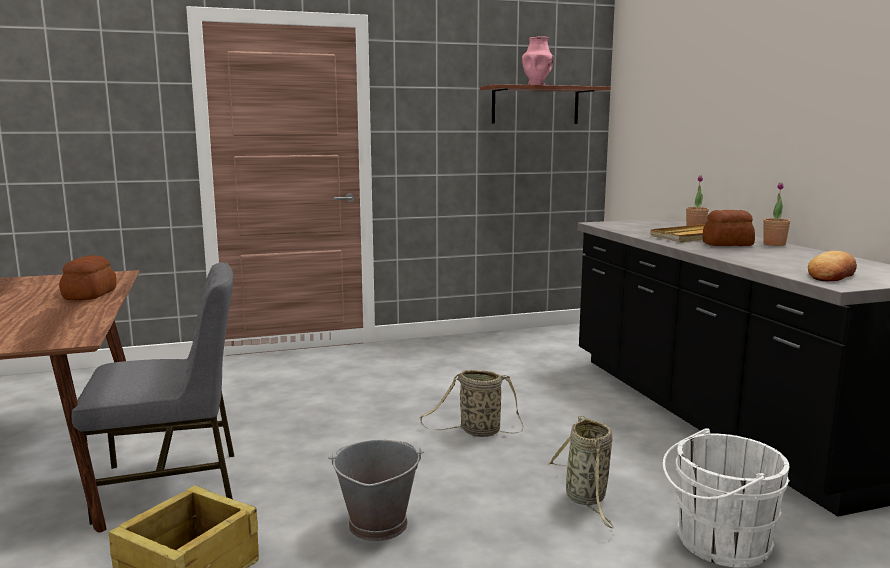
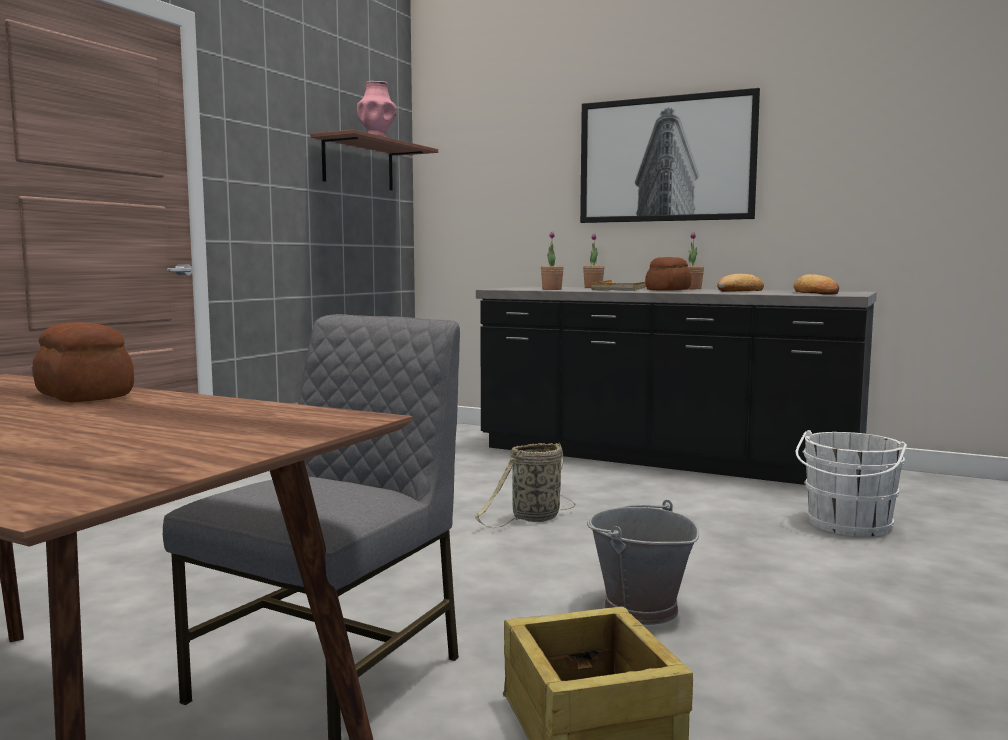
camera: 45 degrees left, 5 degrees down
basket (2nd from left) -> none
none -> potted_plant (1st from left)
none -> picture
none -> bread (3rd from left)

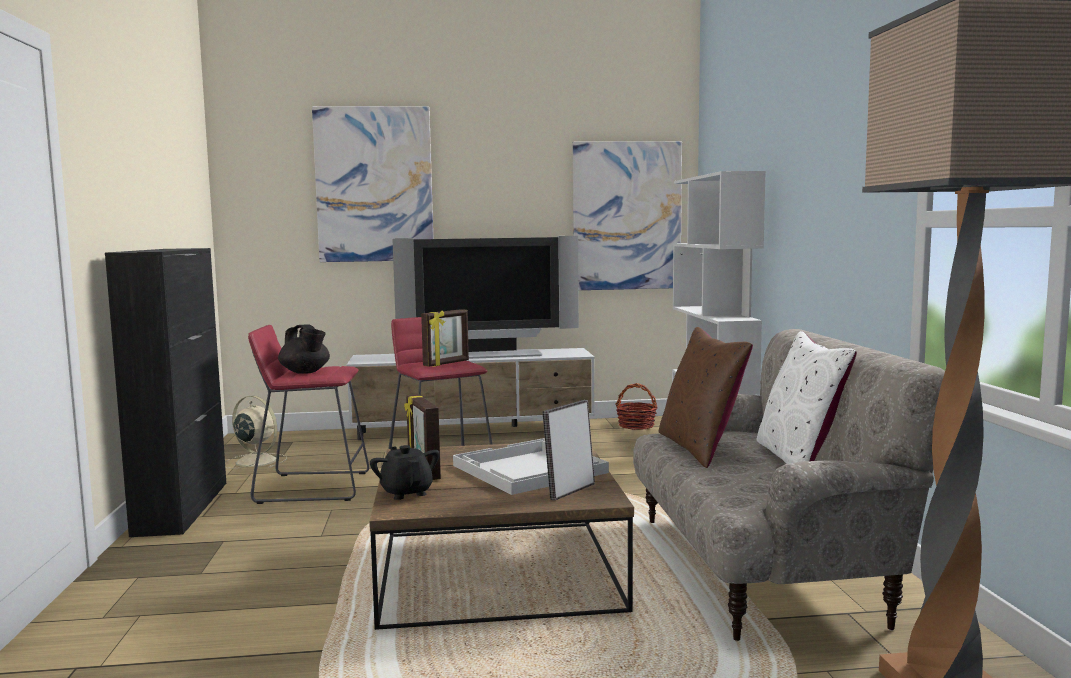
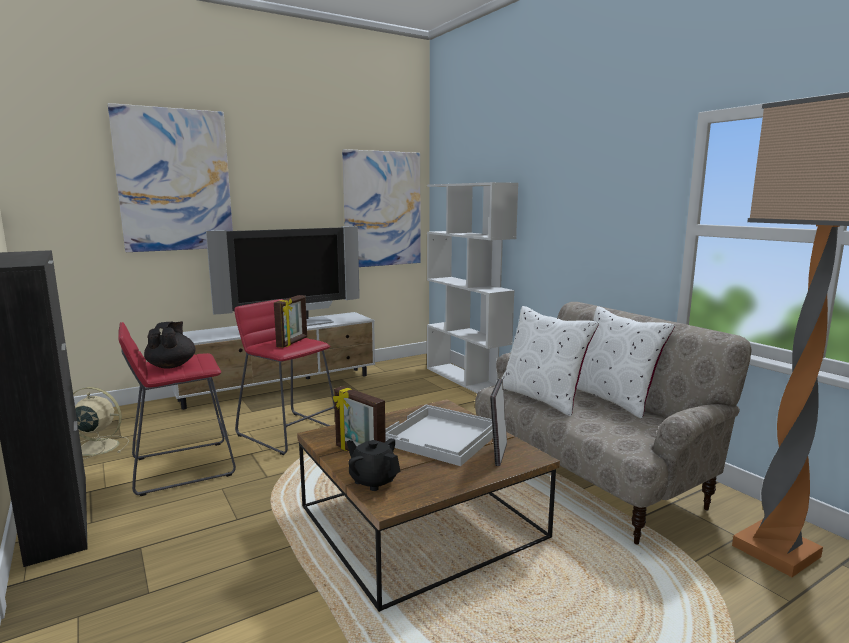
camera: 25 degrees left, 5 degrees up
basket -> none
brown_pillow -> white_pillow (1st from left)
black_teapot (1st from left), 120 degrees counterclockwise

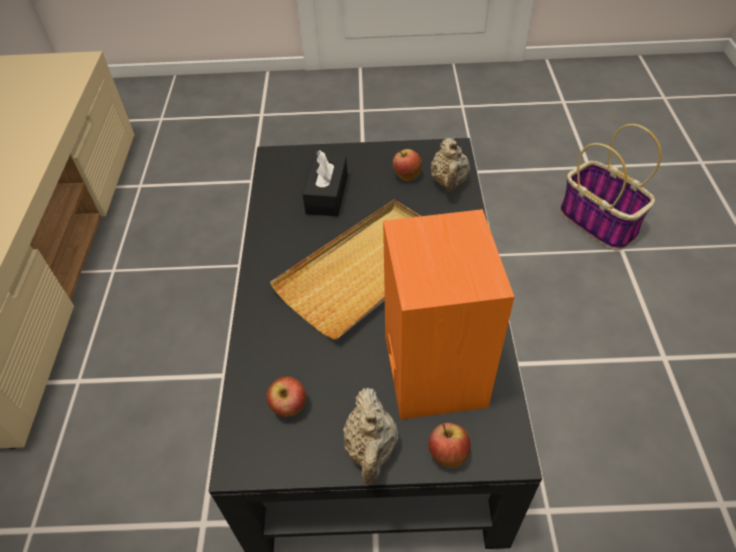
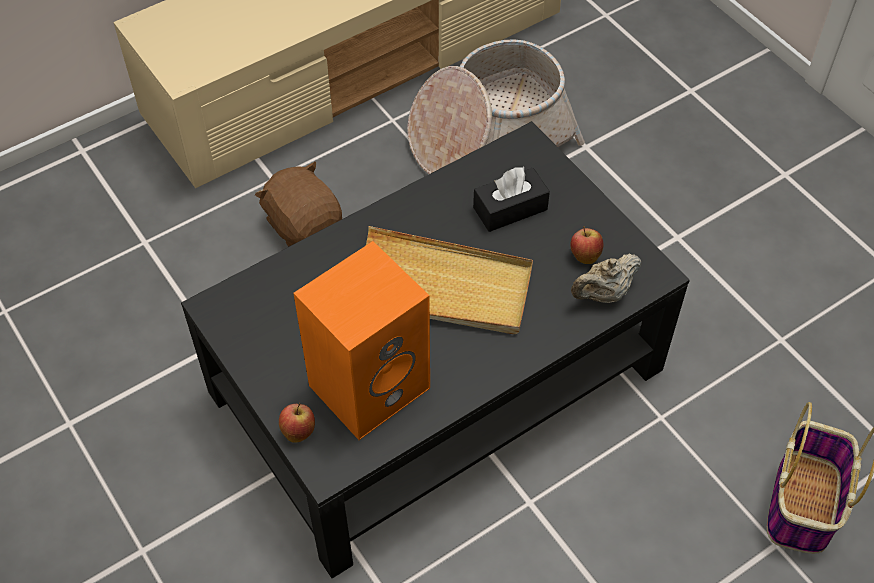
camera: 55 degrees right, 5 degrees up
apple (1st from left) -> none
beige_teapot (1st from left) -> none
none -> brown_plush_toy
none -> basket (1st from left)

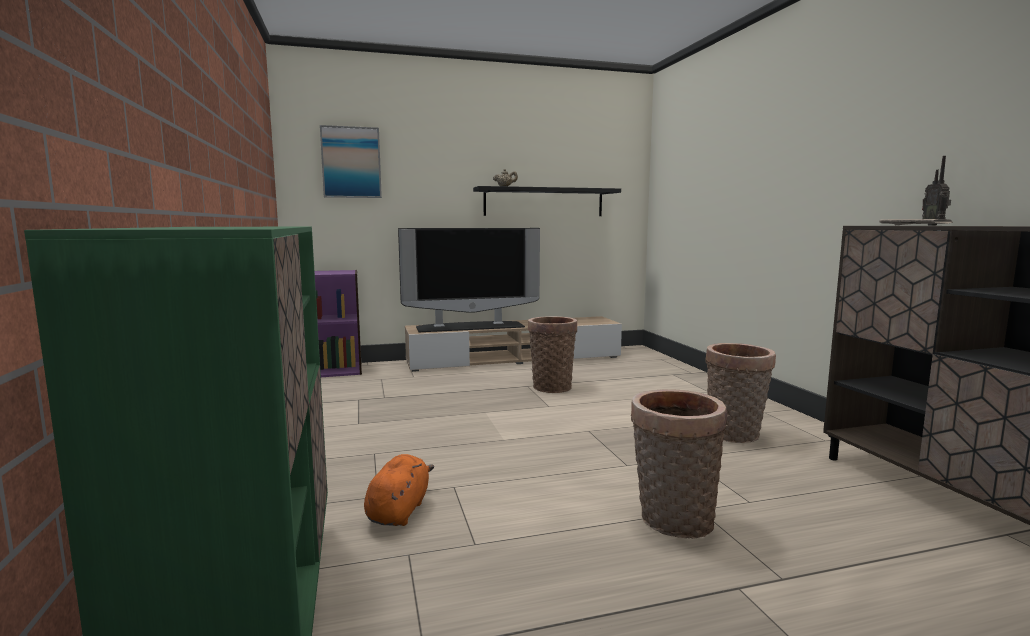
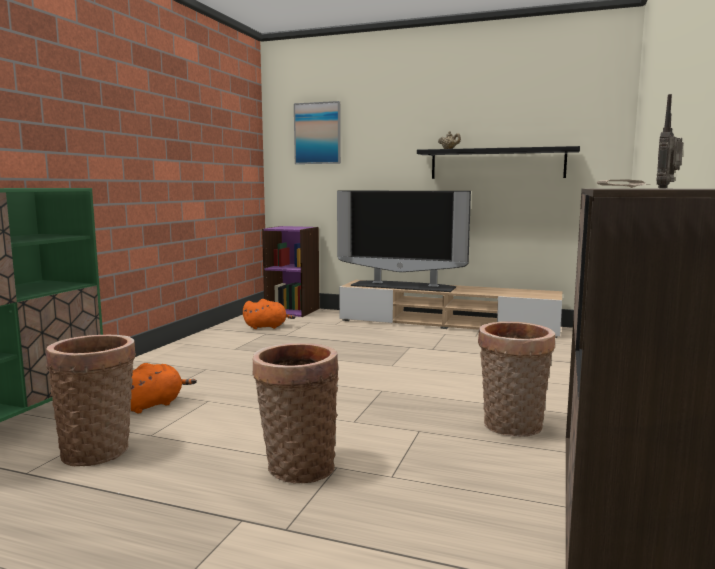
camera: 35 degrees right, 0 degrees up
none -> orange_plush_toy (2nd from left)
basket (1st from left), moved

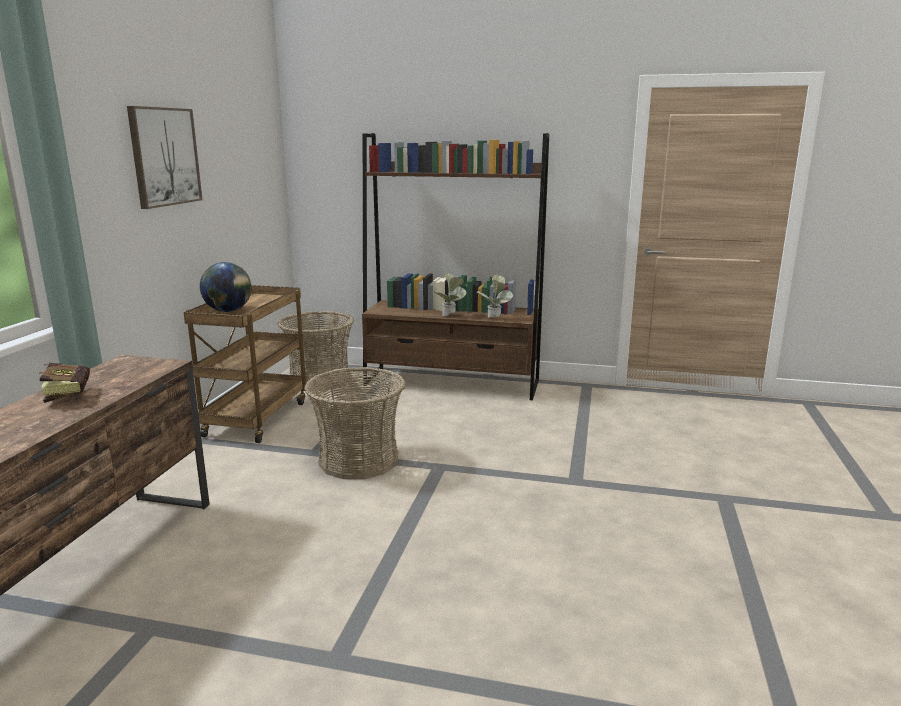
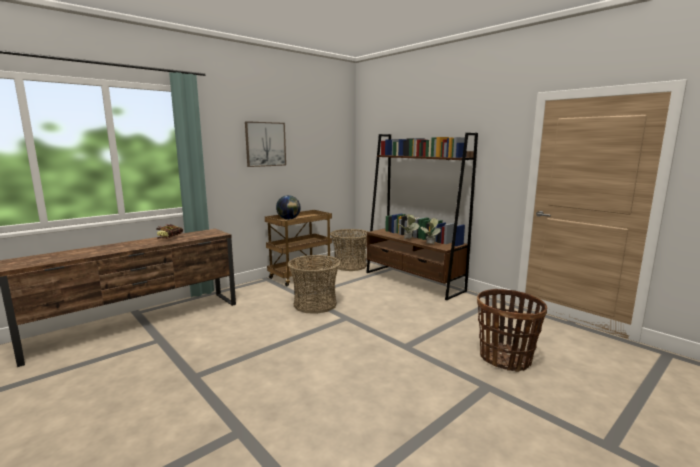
camera: 35 degrees right, 5 degrees down
none -> basket (3rd from left)

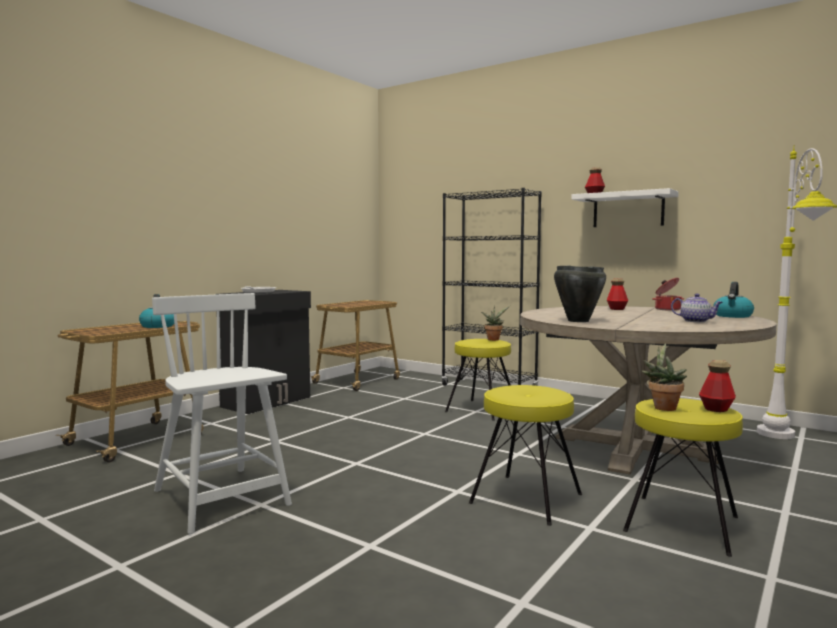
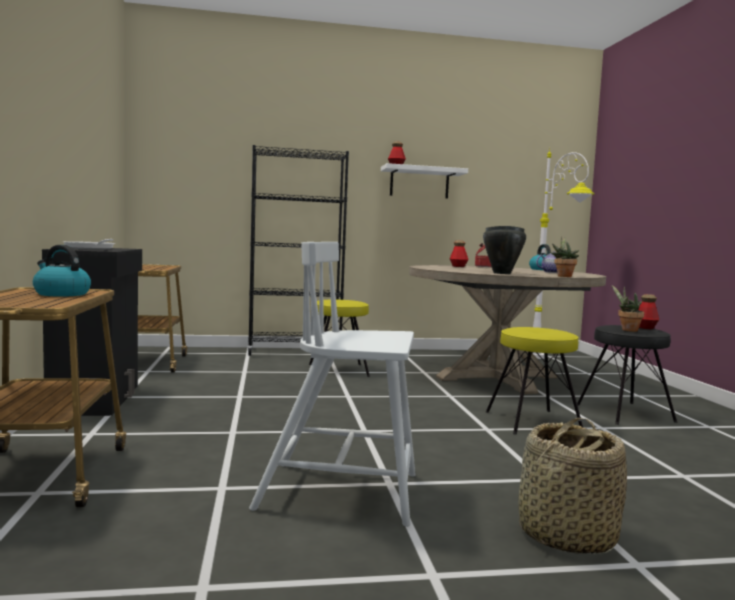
camera: 45 degrees left, 0 degrees up
none -> basket
potted_plant (1st from left), moved
yellow_stool (3rd from left) -> black_stool

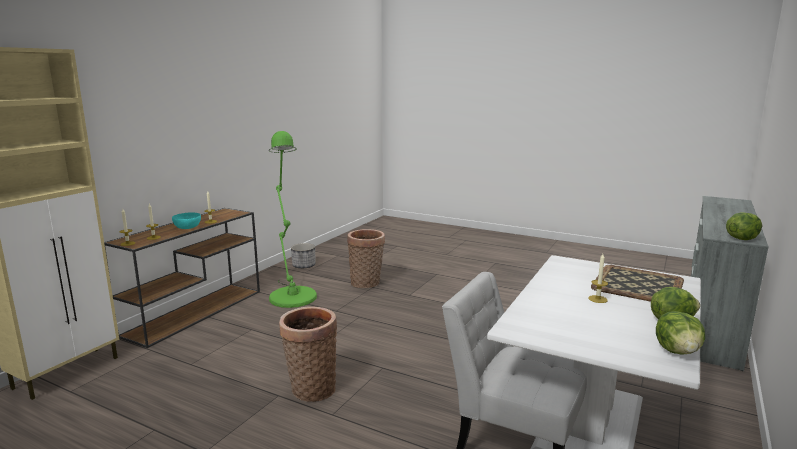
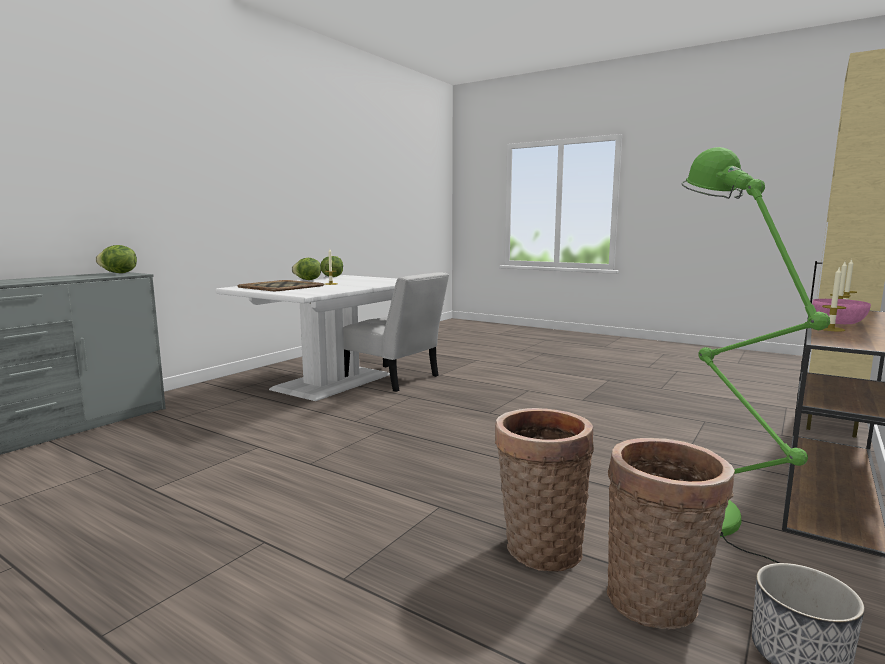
camera: 175 degrees left, 5 degrees down
basket (1st from left in the first image) -> basket (2nd from left), moved
turquoise_bowl -> pink_bowl

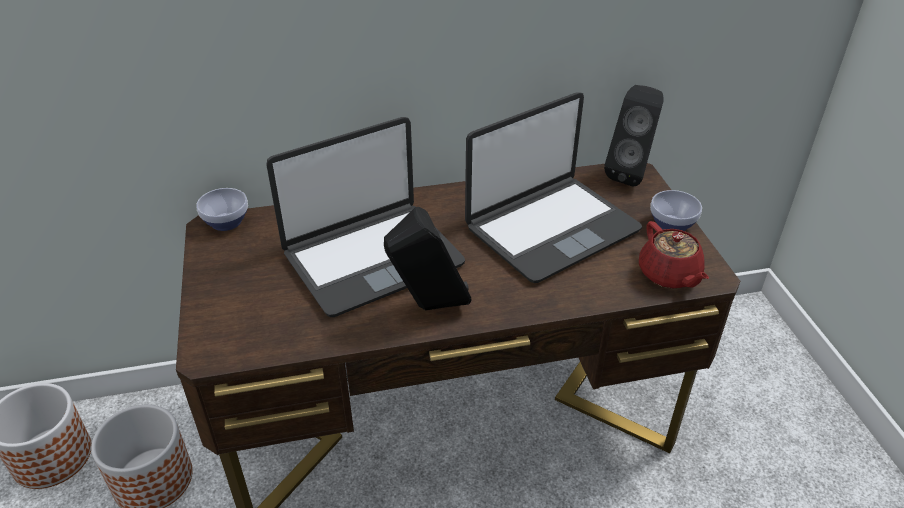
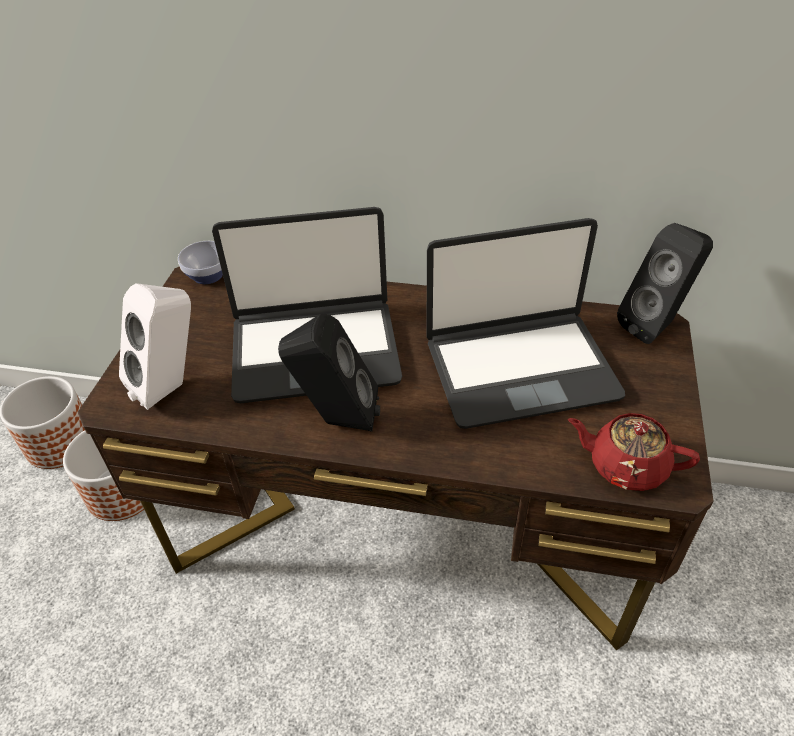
camera: 25 degrees right, 5 degrees up
bowl (2nd from left) -> none
none -> white_speaker
red_teapot, 105 degrees clockwise

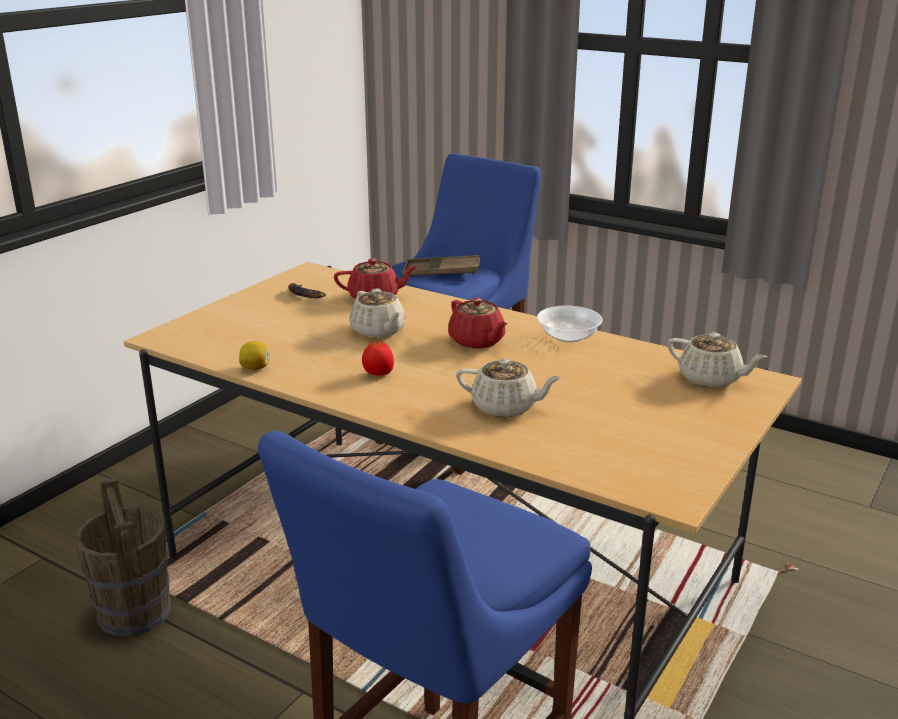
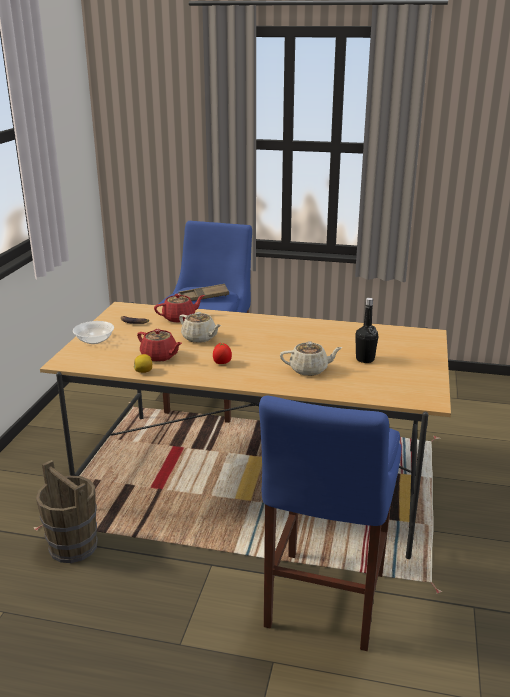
camera: 20 degrees left, 0 degrees up
beige_teapot (3rd from left) -> none
none -> black_bottle
red_teapot (2nd from left in the first image) -> red_teapot (1st from left), moved
bowl, moved

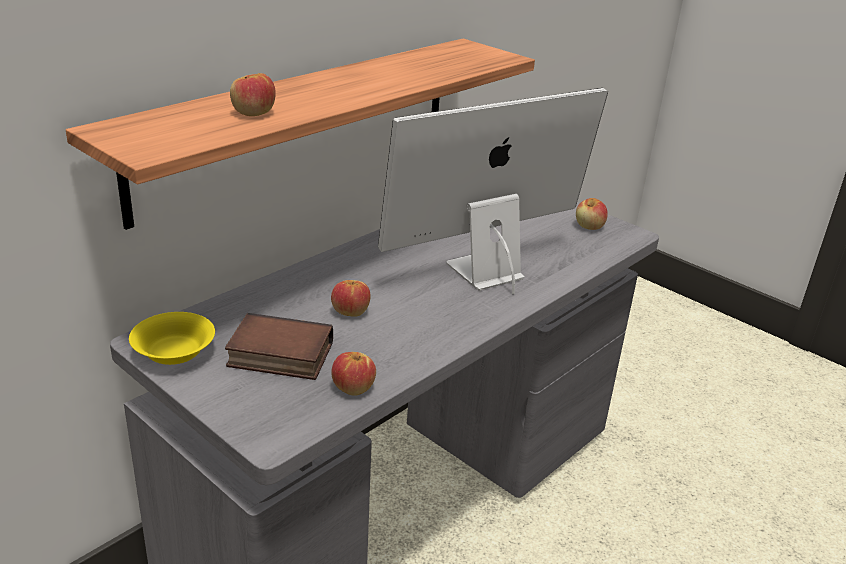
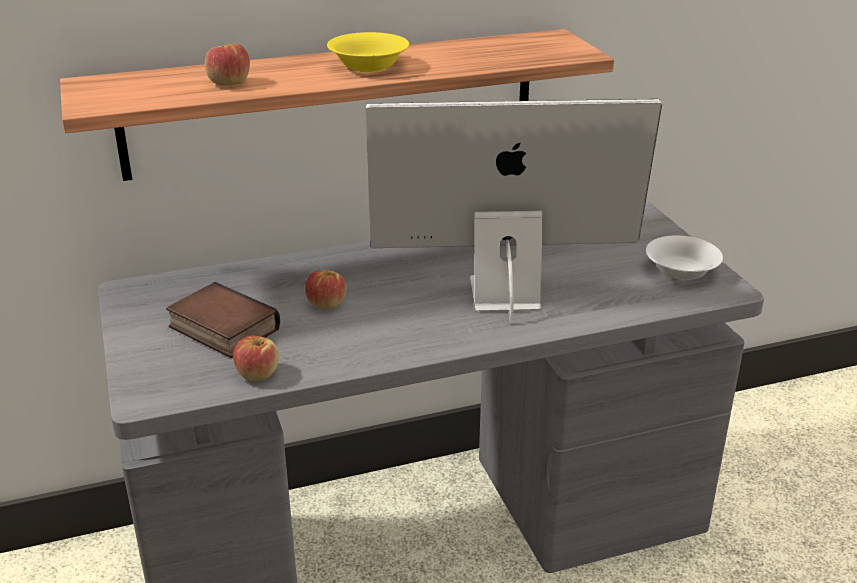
camera: 30 degrees right, 0 degrees up
yellow_bowl, moved
apple (4th from left) -> white_bowl

